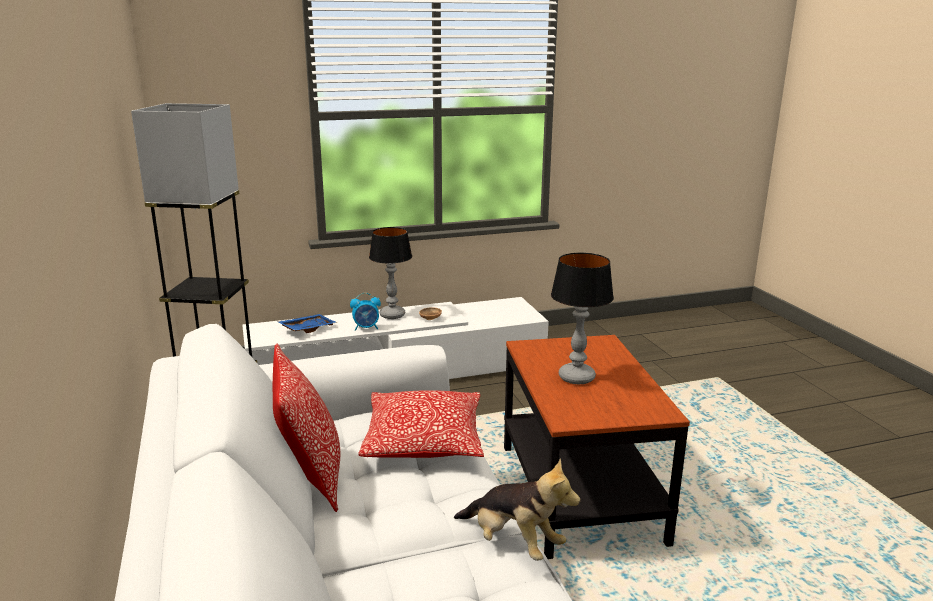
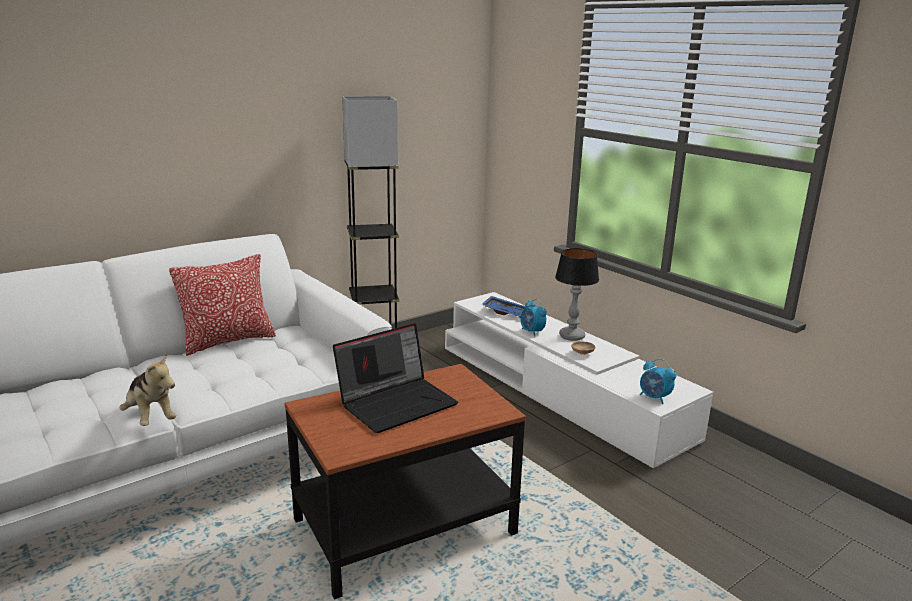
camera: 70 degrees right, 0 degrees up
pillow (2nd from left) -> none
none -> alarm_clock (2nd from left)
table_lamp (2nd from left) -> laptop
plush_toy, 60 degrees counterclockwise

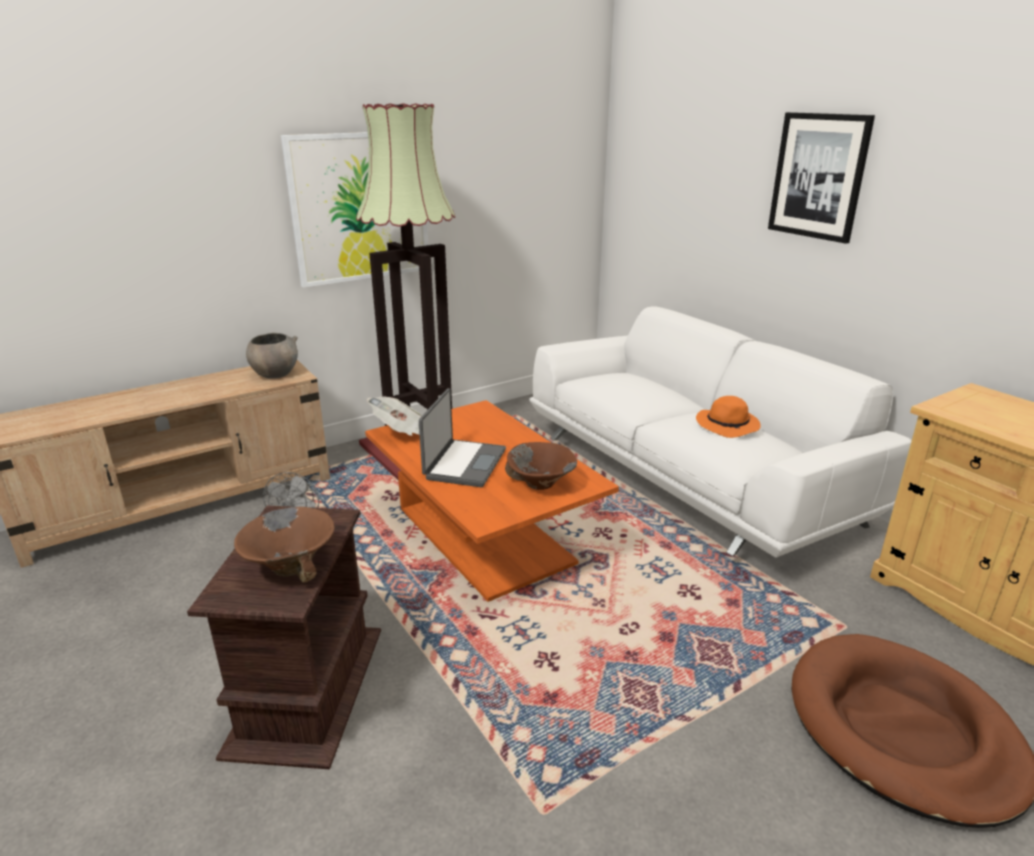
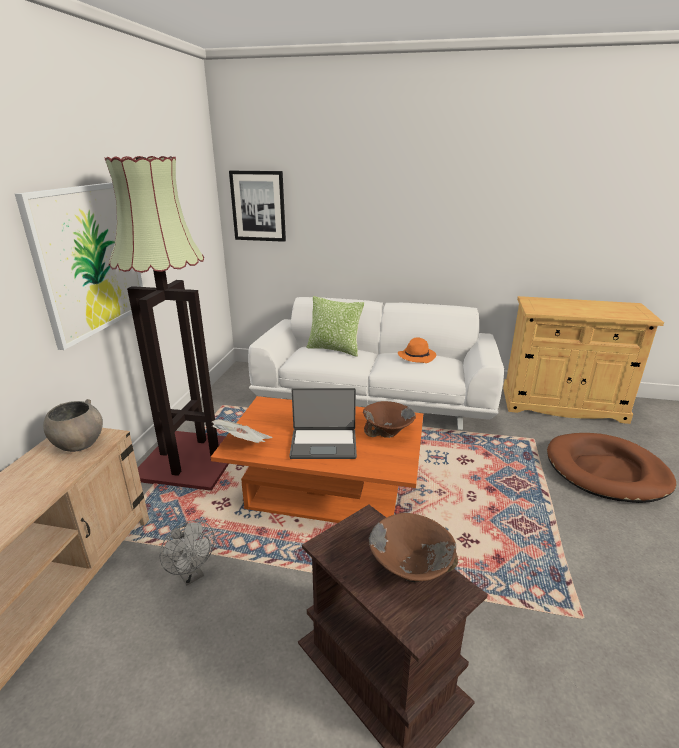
camera: 45 degrees left, 0 degrees up
none -> pillow
picture (2nd from left), moved
laptop, 120 degrees clockwise

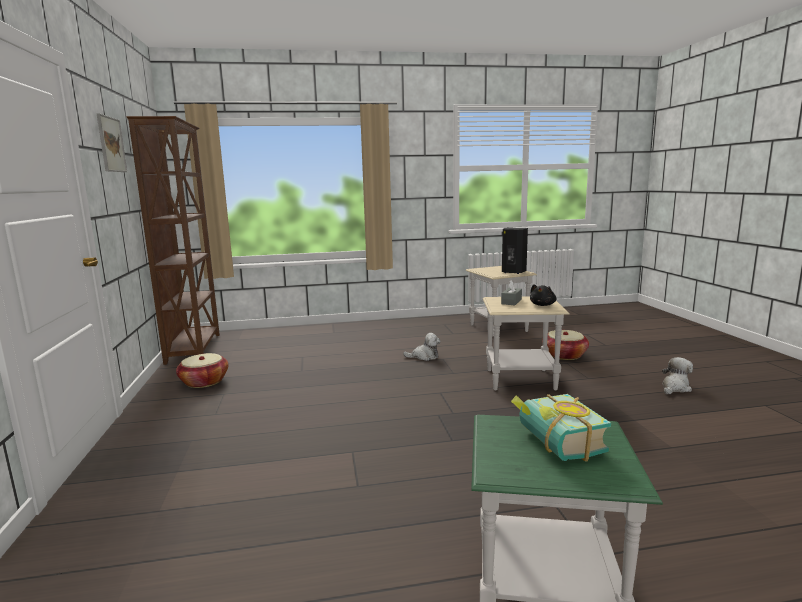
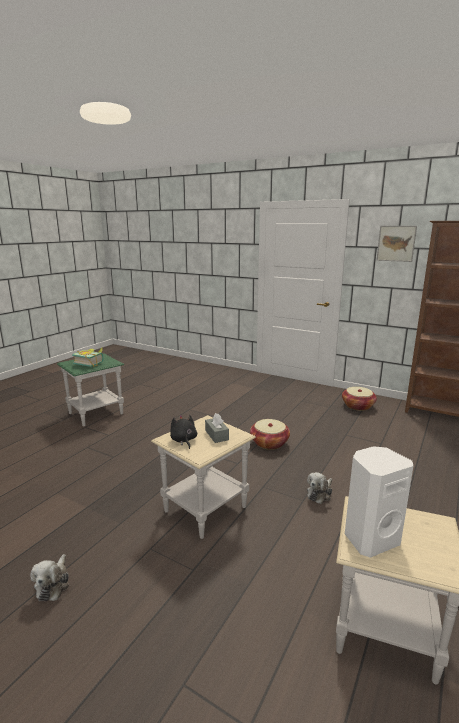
camera: 130 degrees right, 5 degrees up
basket (2nd from left in the first image) -> basket (1st from left), moved
black_speaker -> white_speaker

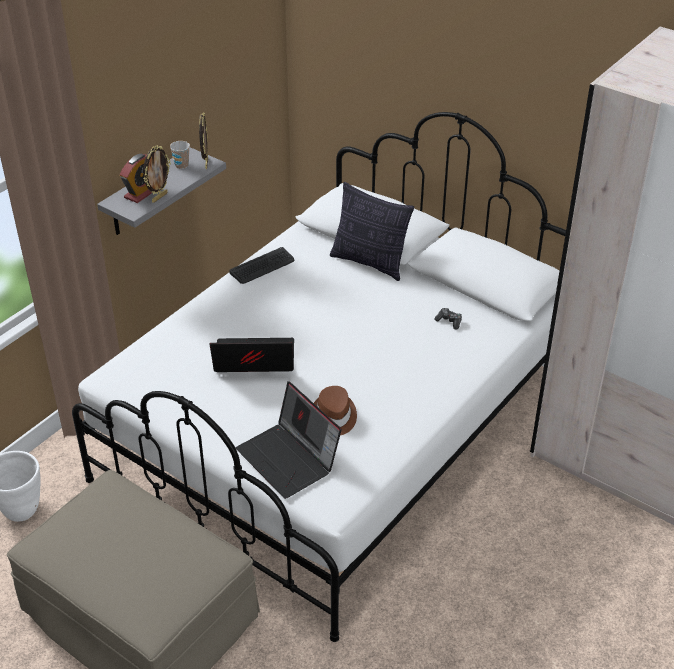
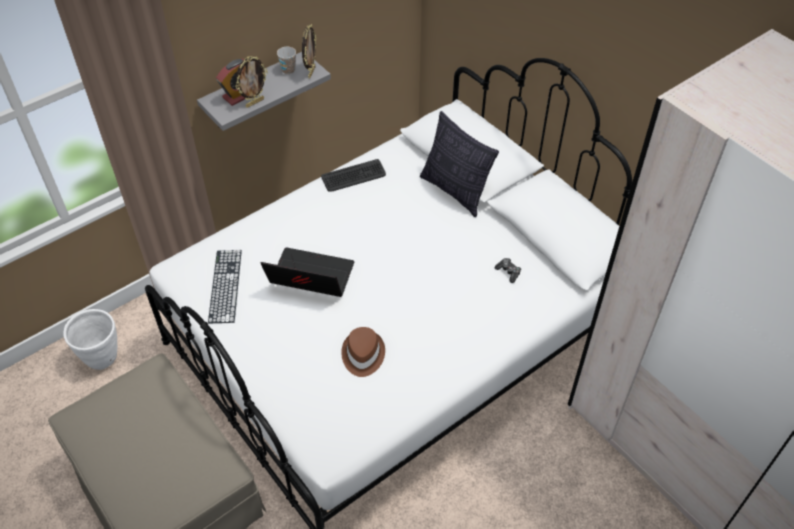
camera: 15 degrees right, 10 degrees up
laptop (2nd from left) -> none
none -> keyboard (1st from left)

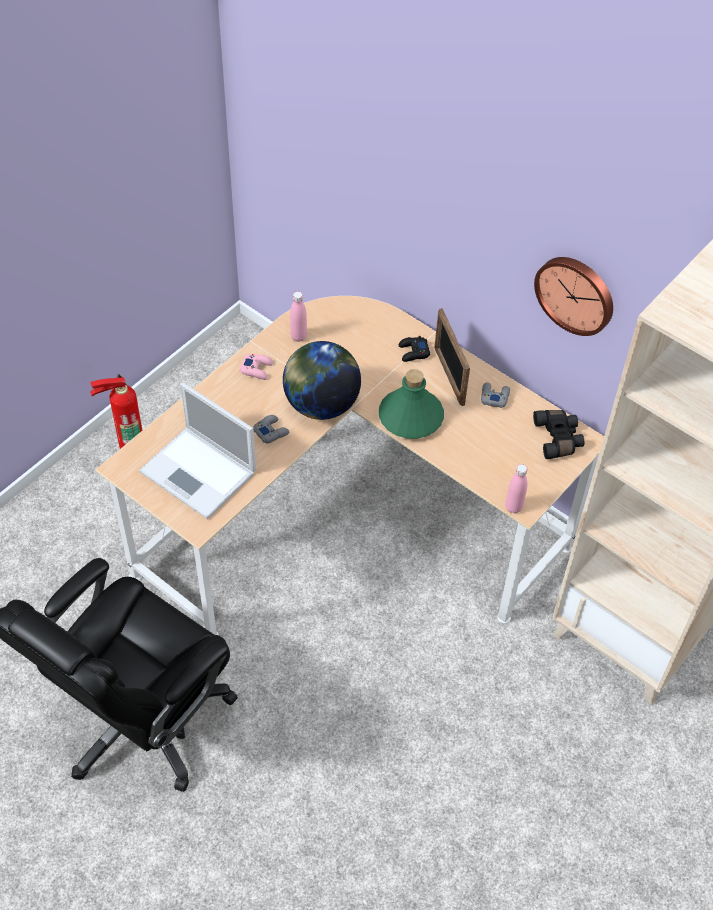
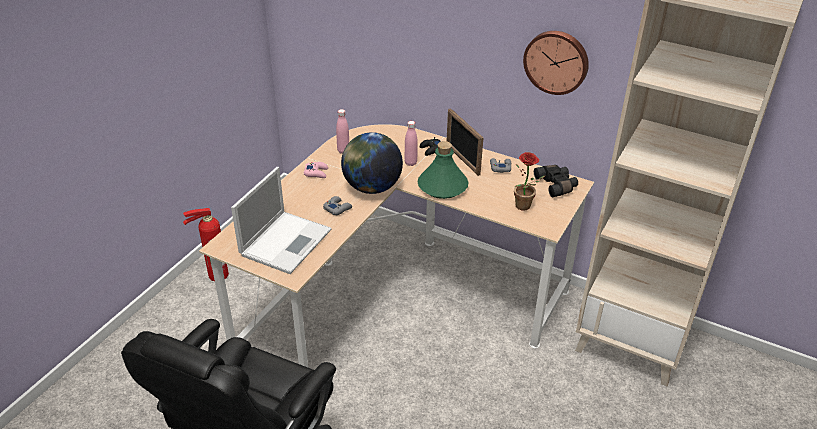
camera: 10 degrees left, 15 degrees down
none -> potted_plant
pink_bottle (2nd from left), moved
laptop, 90 degrees counterclockwise

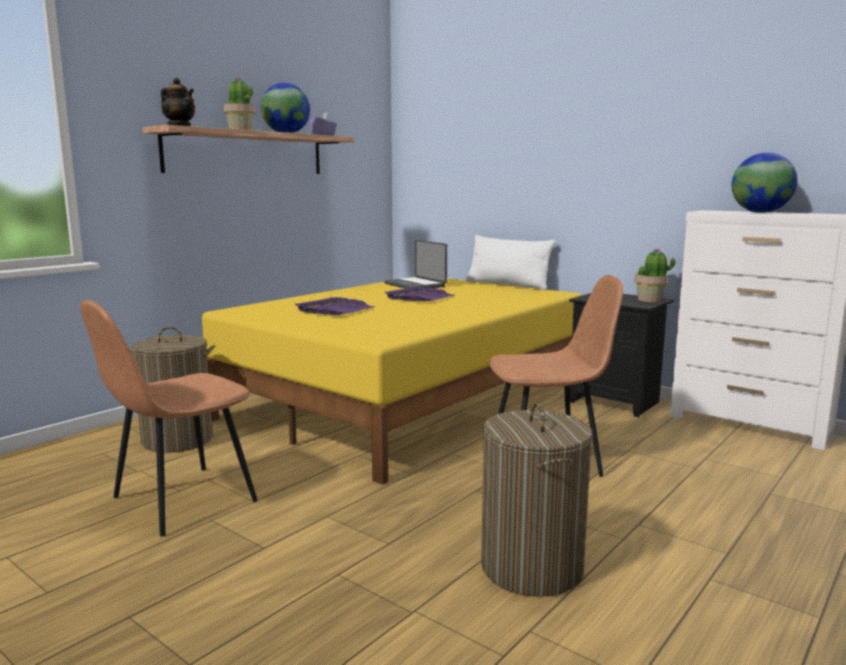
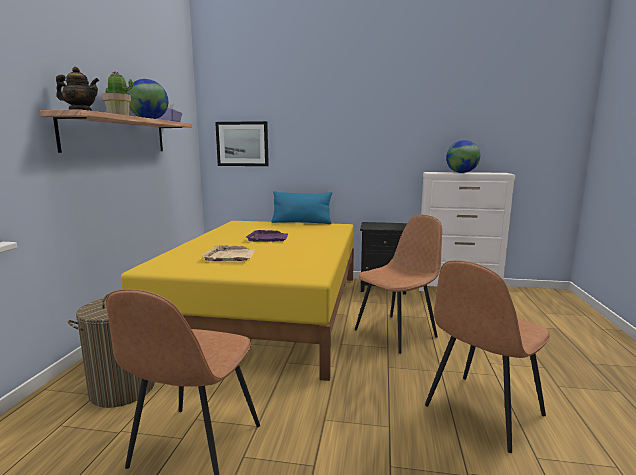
camera: 30 degrees left, 0 degrees up
laptop -> none
potted_plant (2nd from left) -> none
none -> picture
laundry_basket (2nd from left) -> brown_chair (3rd from left)
purple_tray (1st from left) -> beige_tray
white_pillow -> blue_pillow

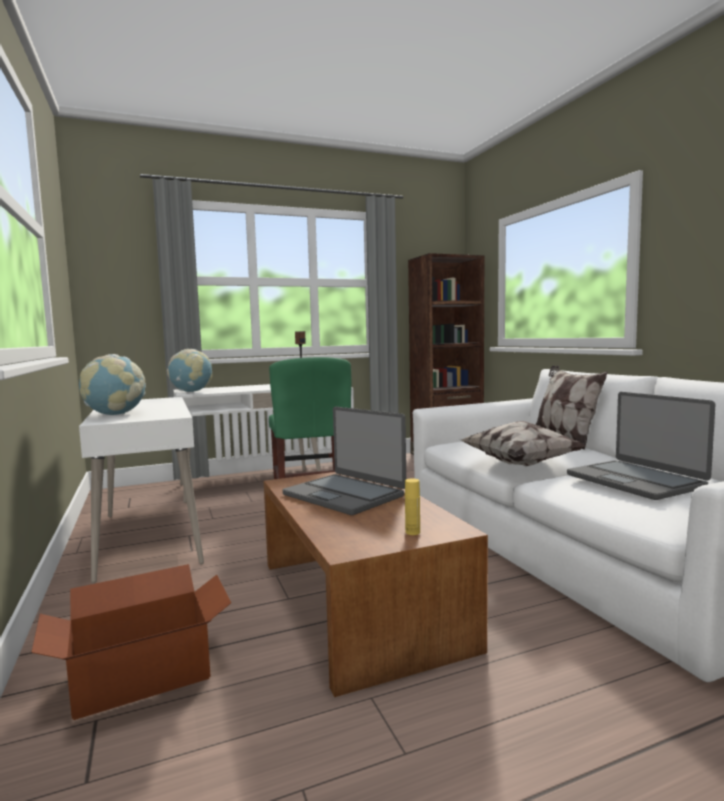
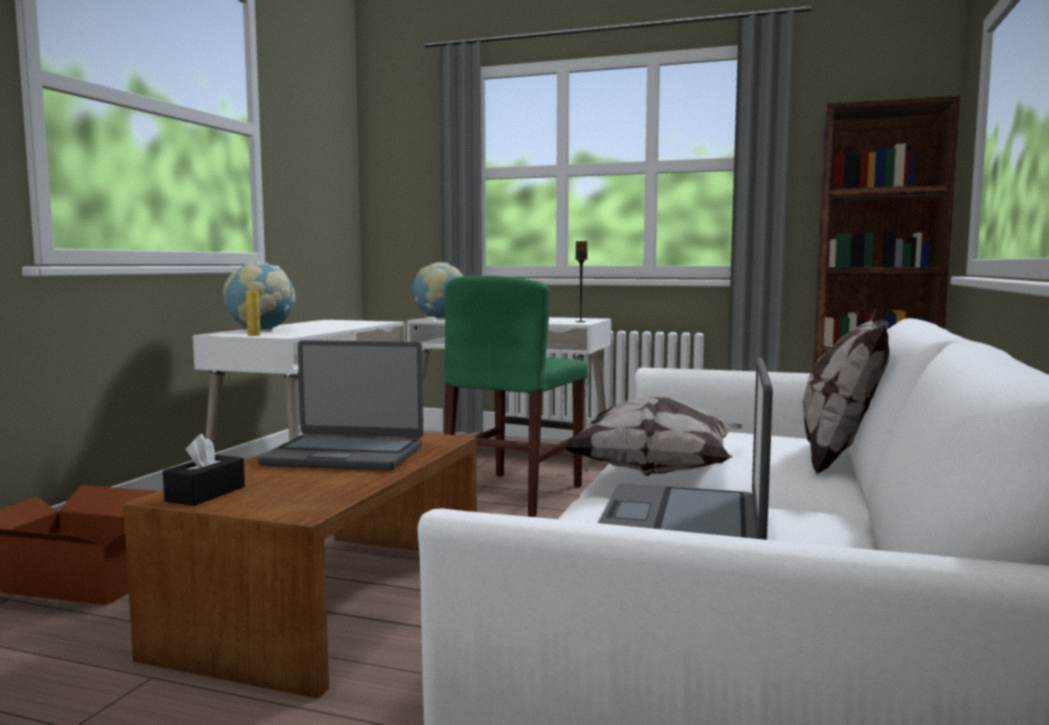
camera: 40 degrees right, 0 degrees up
none -> black_tissue_box
yellow_bottle, moved
laptop (1st from left), 75 degrees counterclockwise

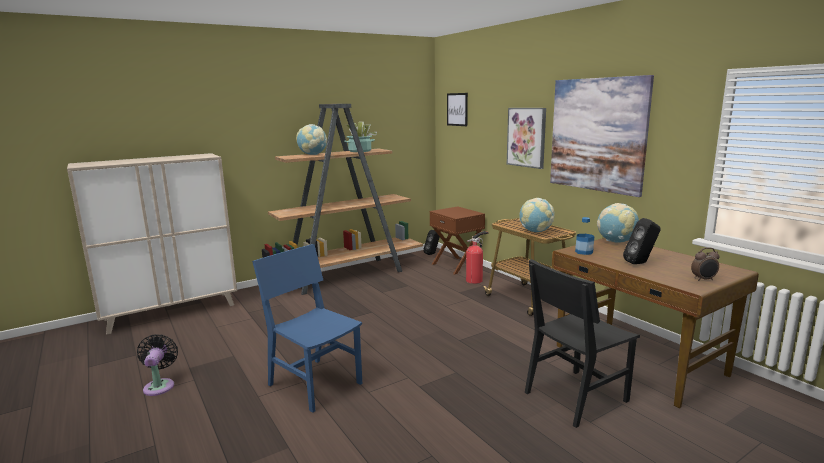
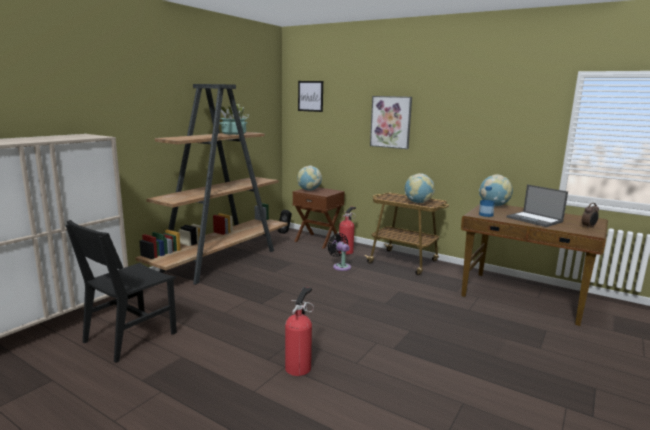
camera: 25 degrees left, 0 degrees up
picture (3rd from left) -> none
black_fan, moved
globe (1st from left), moved
black_chair, moved
blue_chair -> fire_extinguisher (1st from left)
black_speaker (2nd from left) -> laptop

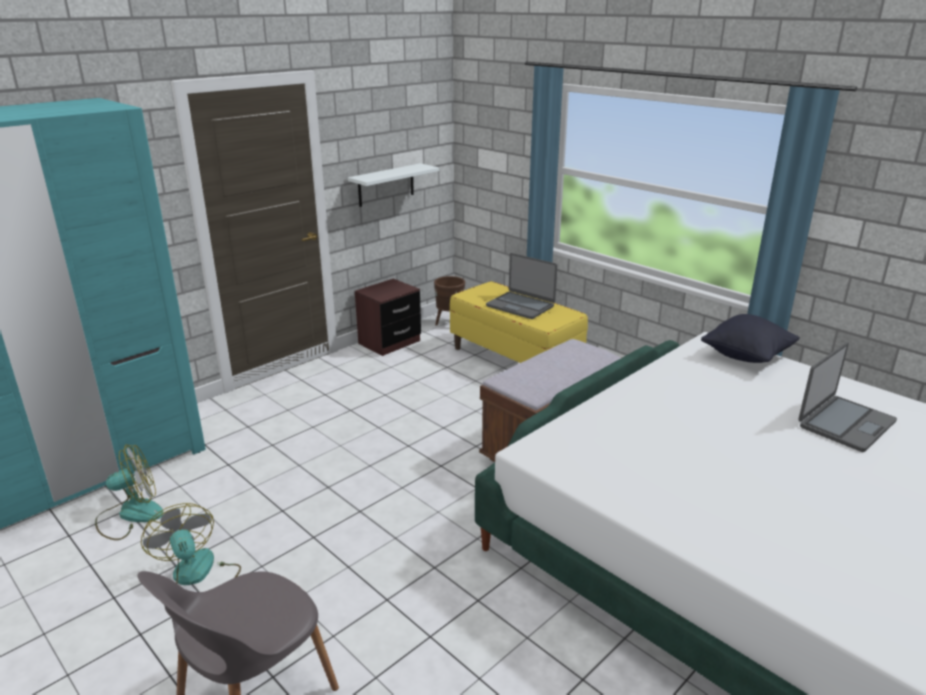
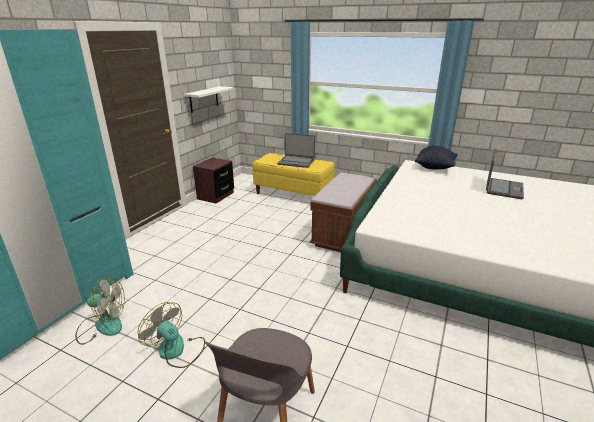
camera: 20 degrees left, 0 degrees up
brown_planter -> none
fan (1st from left), 45 degrees clockwise

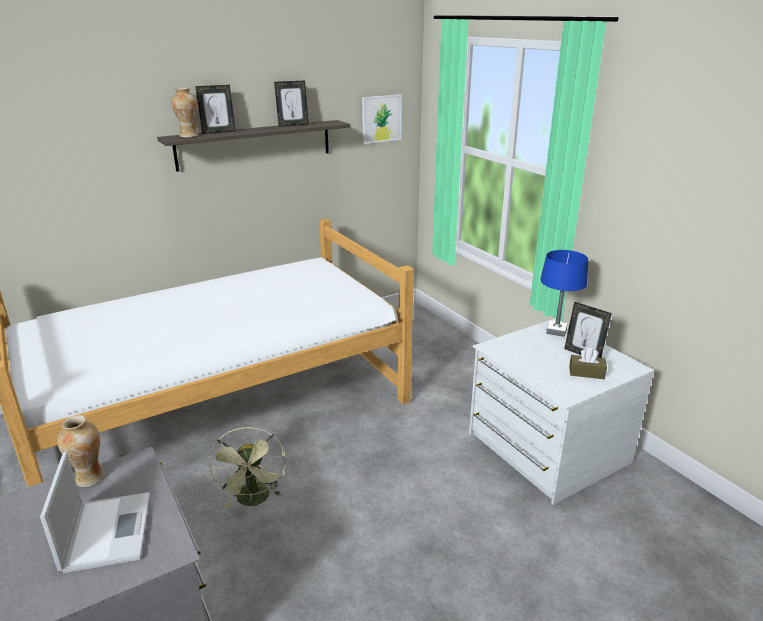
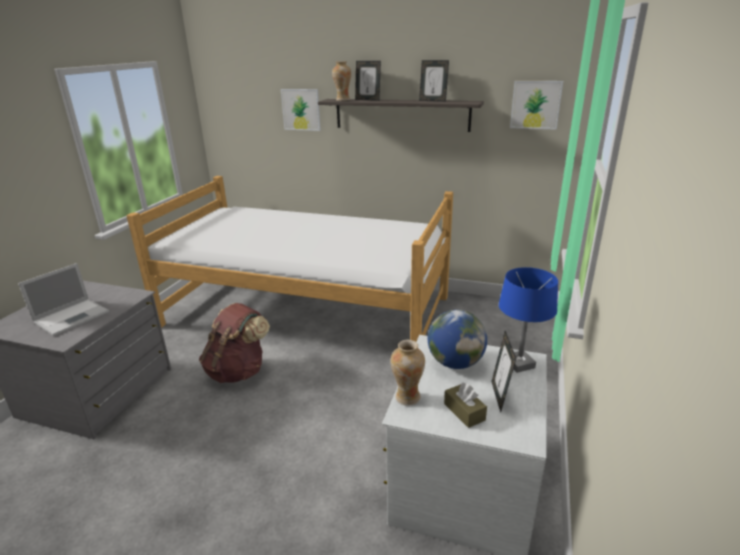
camera: 50 degrees right, 0 degrees up
none -> picture (1st from left)
none -> globe
vase (1st from left in the first image) -> vase (2nd from left), moved
green_fan -> brown_backpack

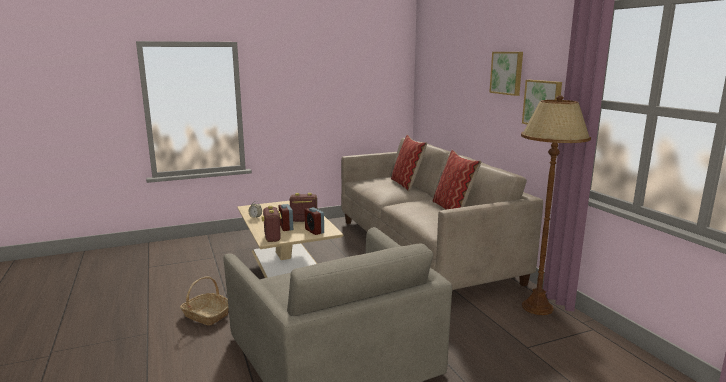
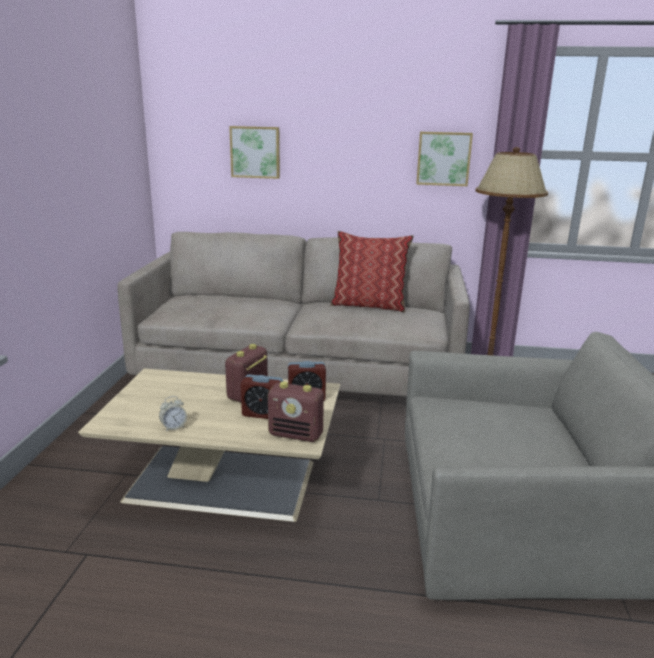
camera: 60 degrees left, 5 degrees up
basket -> none
pillow (1st from left) -> none
picture (1st from left), moved

